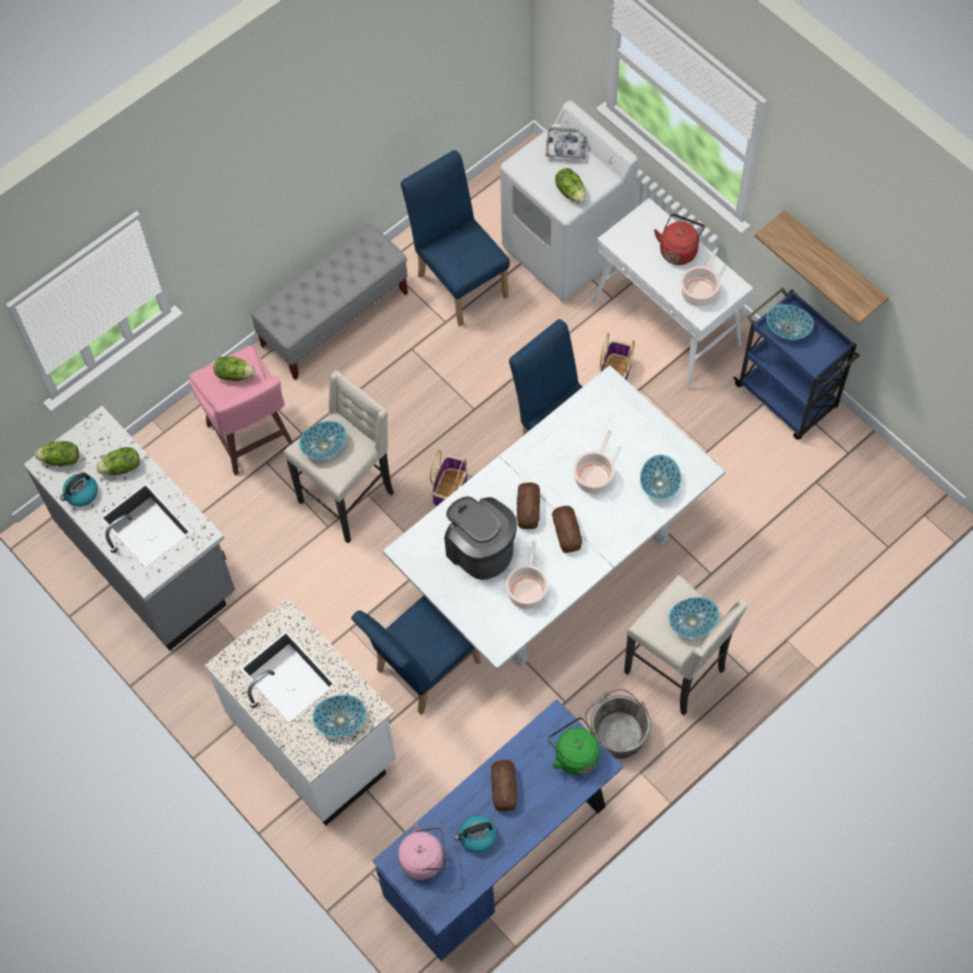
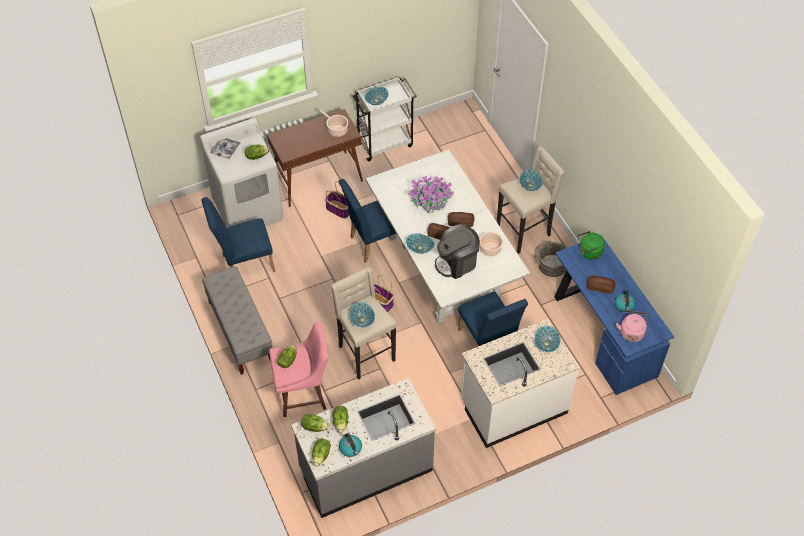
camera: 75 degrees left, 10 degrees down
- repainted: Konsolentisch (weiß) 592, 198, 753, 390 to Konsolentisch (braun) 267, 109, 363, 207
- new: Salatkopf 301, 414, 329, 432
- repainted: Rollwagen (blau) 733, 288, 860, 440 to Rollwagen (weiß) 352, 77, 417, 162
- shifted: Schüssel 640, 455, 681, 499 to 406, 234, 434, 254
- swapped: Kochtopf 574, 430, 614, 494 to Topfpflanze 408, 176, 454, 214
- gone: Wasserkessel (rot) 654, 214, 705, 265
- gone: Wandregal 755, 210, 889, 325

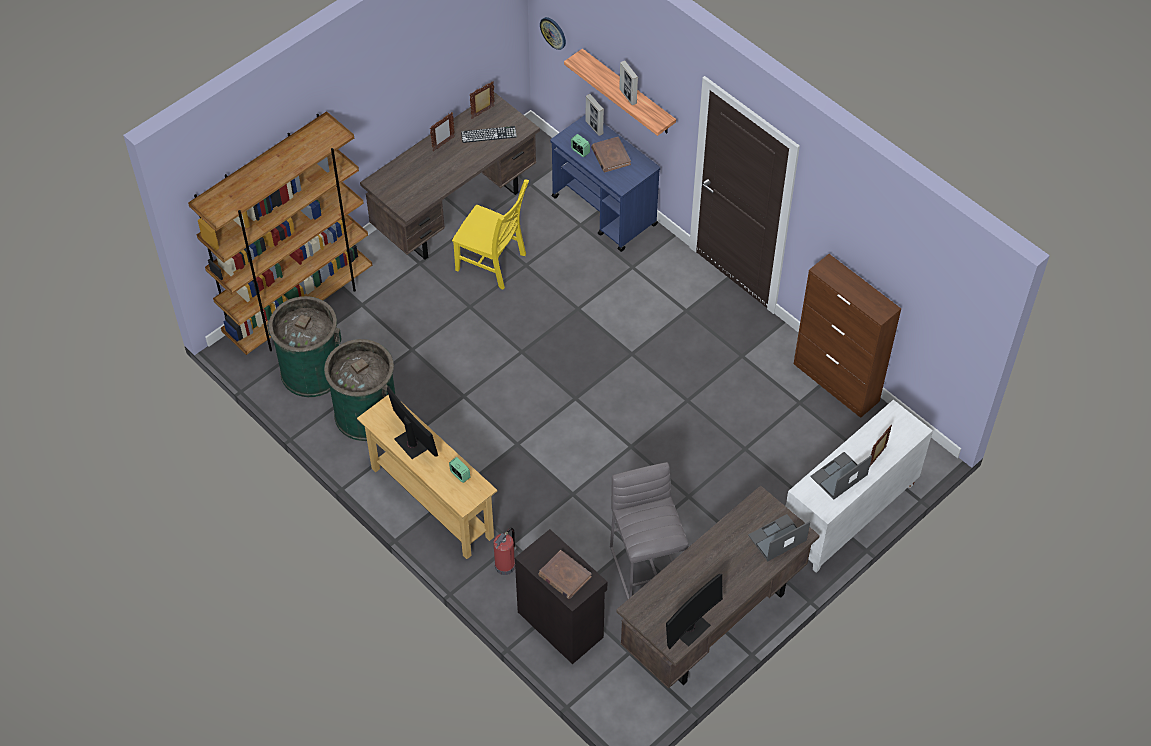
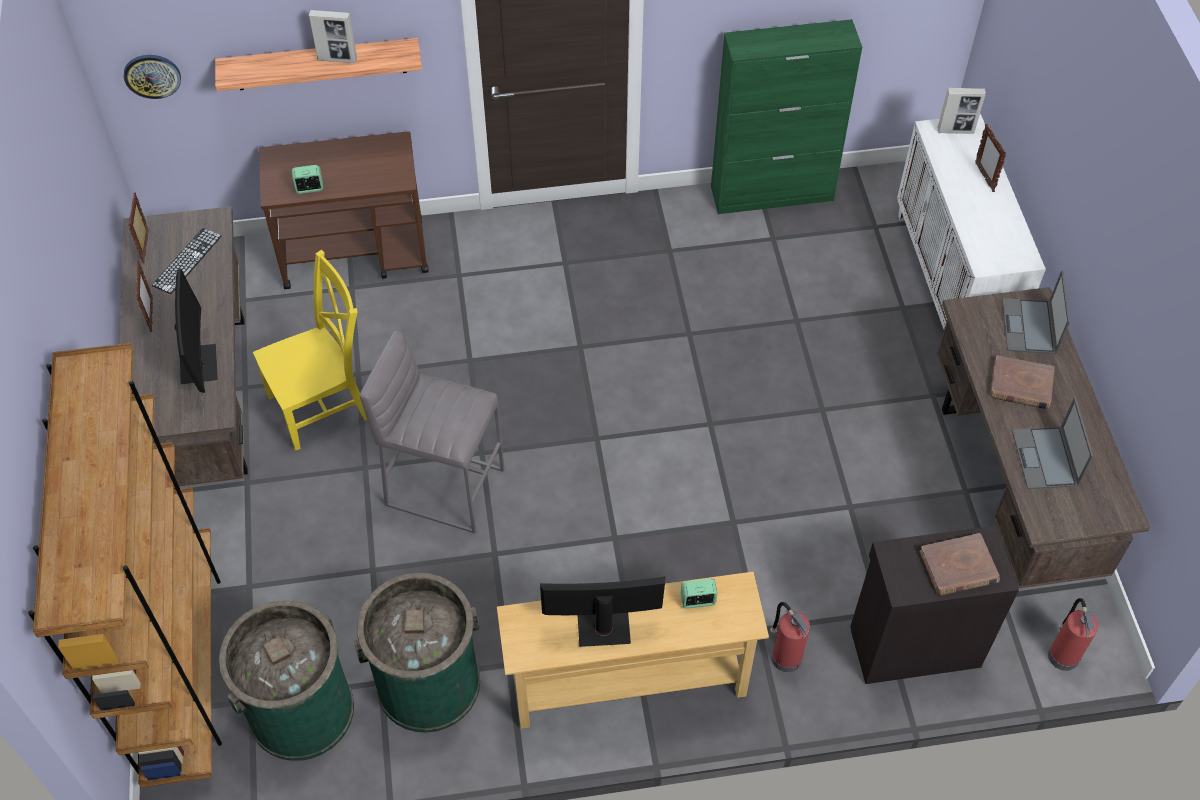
camera: 55 degrees left, 0 degrees up
- shifted: Monitor 666, 574, 723, 649 to 175, 268, 218, 393
- repainted: Rollwagen (blau) 550, 114, 660, 252 to Rollwagen (braun) 259, 131, 428, 289
- shifted: Hocker (grau) 610, 462, 689, 599 to 360, 330, 505, 533
- repainted: Schrank (braun) 794, 254, 901, 418 to Schrank (grün) 711, 19, 862, 214
- shifted: Bilderrahmen 586, 94, 604, 136 to 937, 88, 986, 134
- shifted: Buch (braun) 591, 137, 631, 172 to 990, 355, 1055, 409
- shifted: Laptop 810, 452, 872, 499 to 1012, 397, 1094, 489
- new: Feuerlöscher 1048, 598, 1098, 671

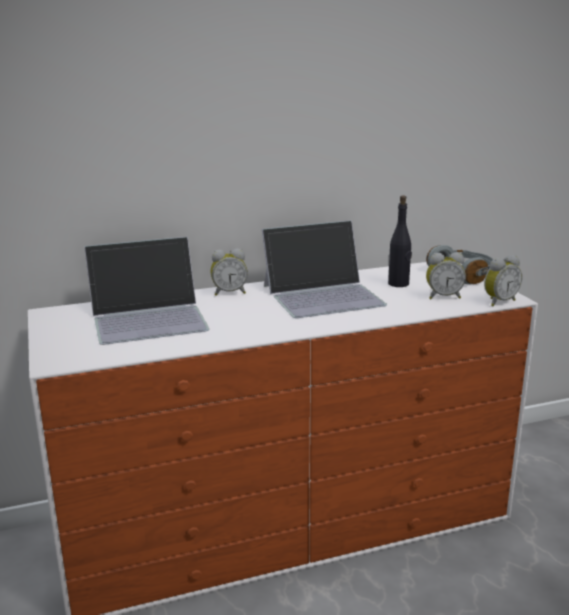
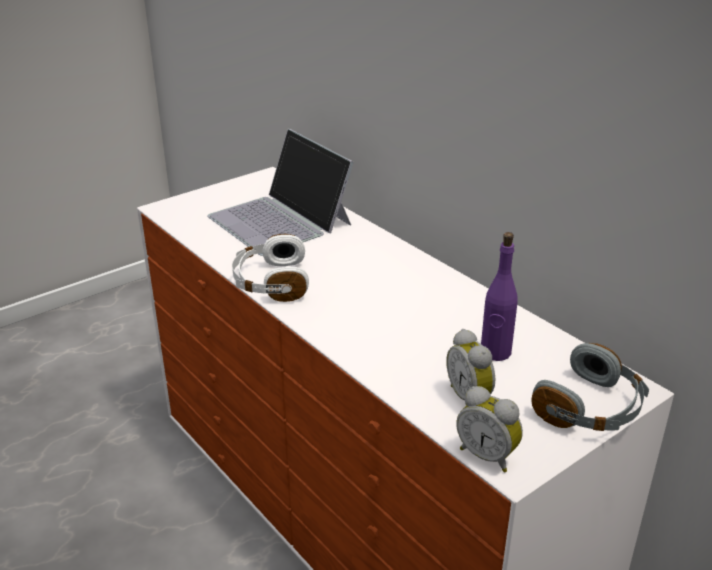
camera: 70 degrees right, 10 degrees up
- new: Kopfhörer (weiß) 232, 234, 309, 302
- repainted: Flasche (schwarz) 388, 196, 412, 287 to Flasche (lila) 481, 232, 518, 361
- gone: Wecker 211, 249, 248, 296
- gone: Laptop 262, 220, 387, 318

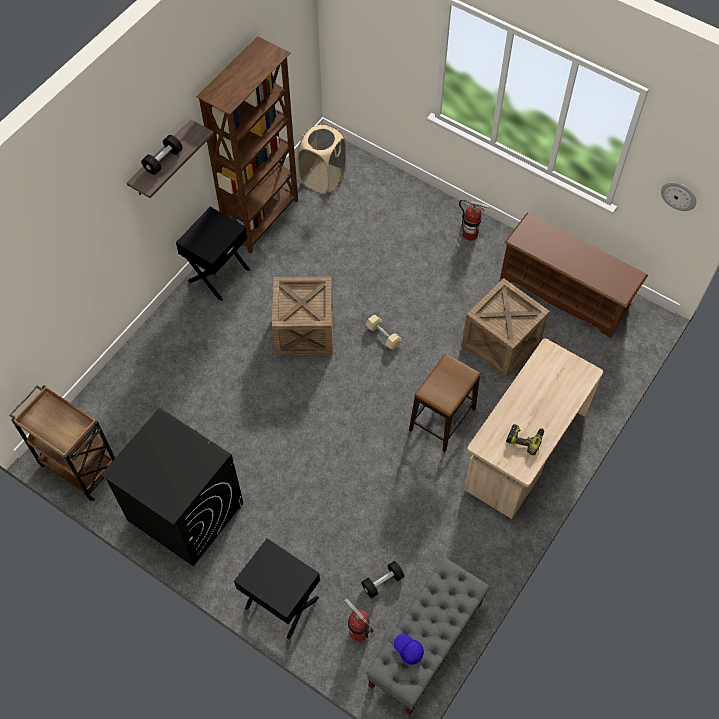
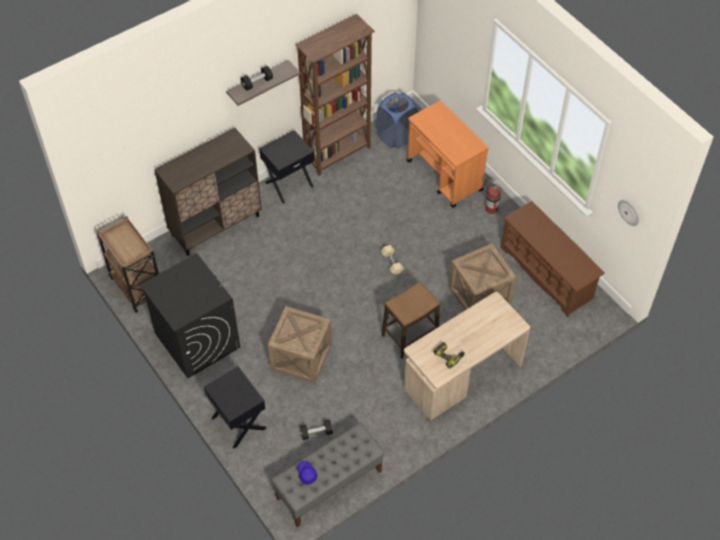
camera: 20 degrees right, 5 degrees down
- new: Schrank (braun) 154, 128, 262, 256
- shifted: Kiste 272, 277, 333, 356 to 268, 306, 332, 383
- repainted: Wäschekorb (beige) 297, 123, 347, 194 to Wäschekorb (blau) 376, 93, 418, 148
- new: Rollwagen (orange) 407, 101, 489, 208
- gone: Feuerlöscher 344, 598, 373, 642

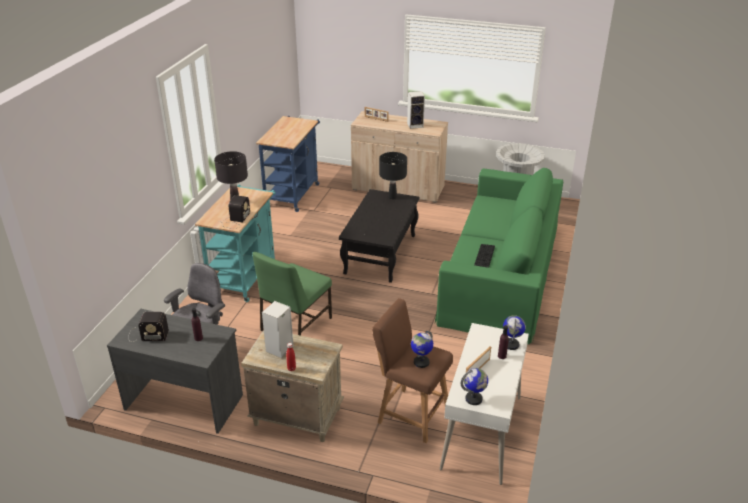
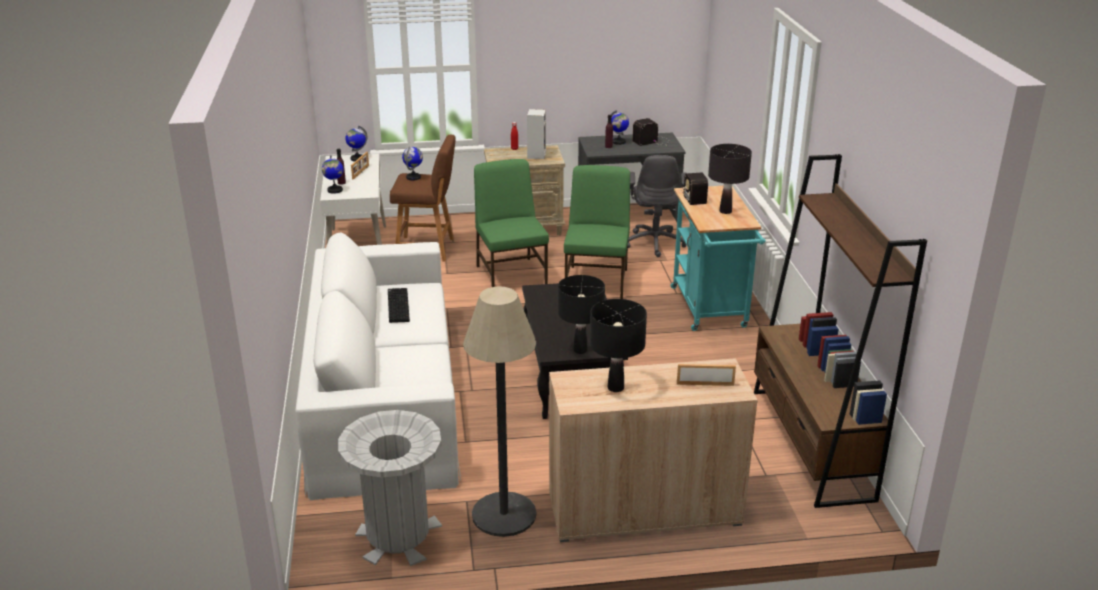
camera: 155 degrees right, 5 degrees down
- repainted: Sofa (grün) 435, 168, 563, 345 to Sofa (weiß) 295, 233, 461, 500
- new: Stehlampe 463, 286, 536, 537
- new: Stuhl (grün) 474, 159, 549, 287
- swapped: Lautsprecher 407, 91, 425, 129 to Tischlampe (schwarz) 590, 299, 647, 392
- new: Globus 611, 110, 629, 145
- swapped: Rollwagen (blau) 256, 116, 320, 212 to Bücherregal (braun) 754, 154, 927, 508

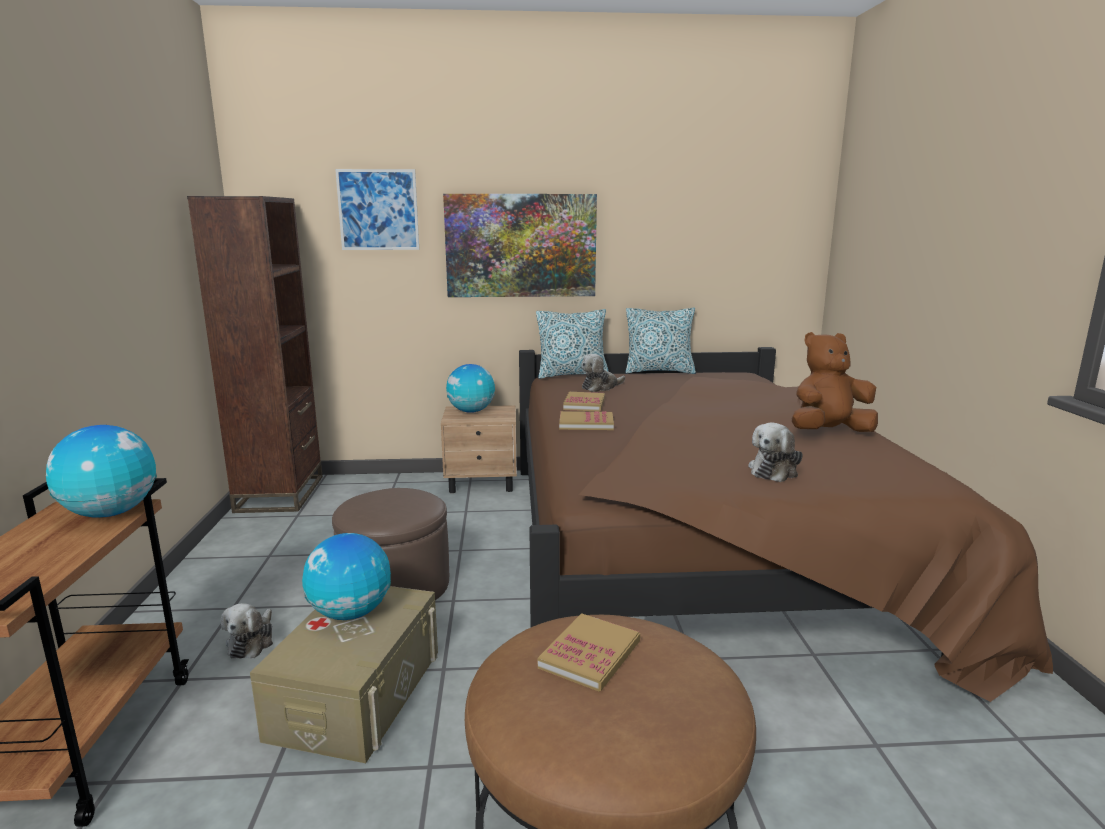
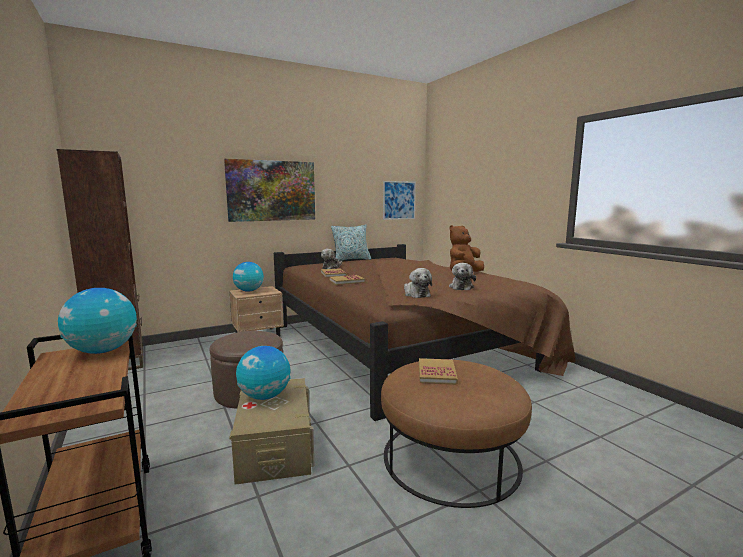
camera: 25 degrees left, 5 degrees down
- shifted: Bild 335, 169, 419, 250 to 383, 181, 416, 220
- shifted: Plüschtier 221, 603, 273, 659 to 404, 268, 432, 298
- gone: Kissen 536, 309, 609, 379

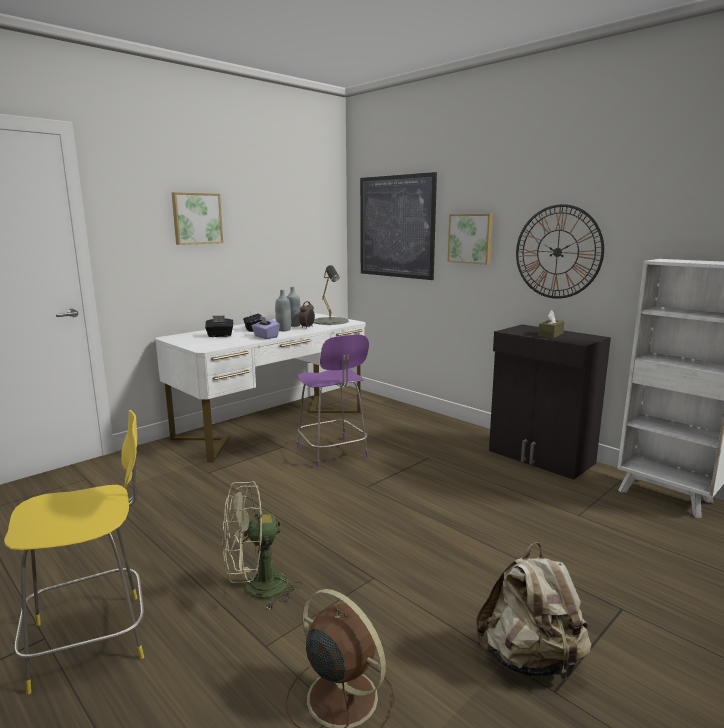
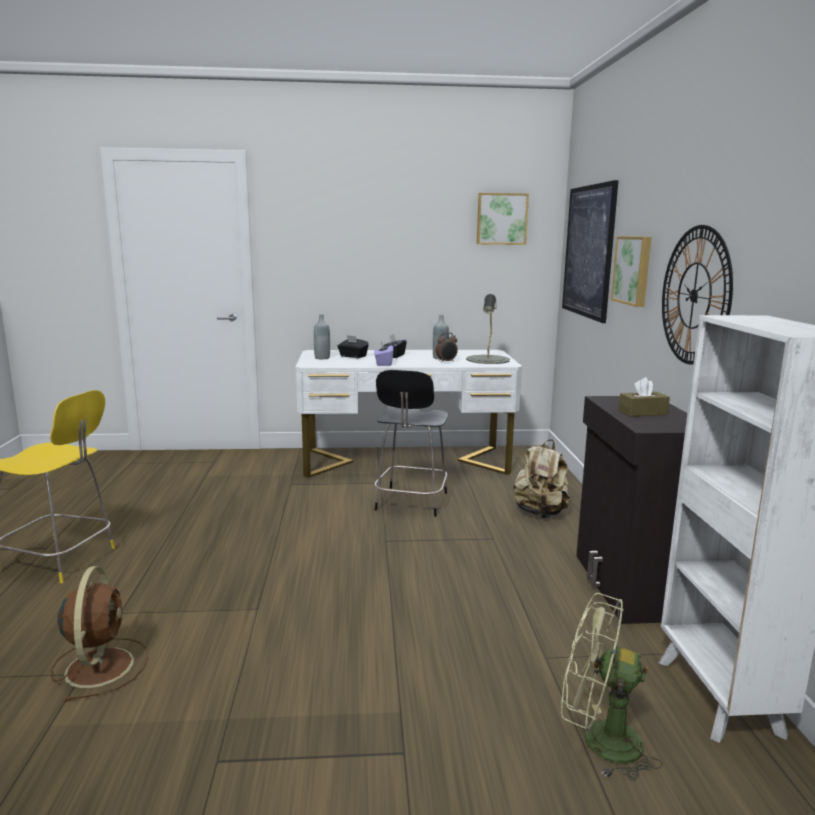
camera: 40 degrees right, 0 degrees up
- shifted: Flasche (grau) 275, 290, 291, 331 to 314, 314, 330, 359
- repainted: Stuhl (lila) 297, 334, 369, 468 to Stuhl (schwarz) 374, 370, 448, 517
- shifted: Bild 172, 192, 223, 245 to 477, 193, 529, 245
- shifted: Rucksack (beige) 476, 542, 592, 682 to 513, 439, 571, 518
- shifted: Ventilator (grün) 222, 481, 302, 610 to 561, 593, 662, 780

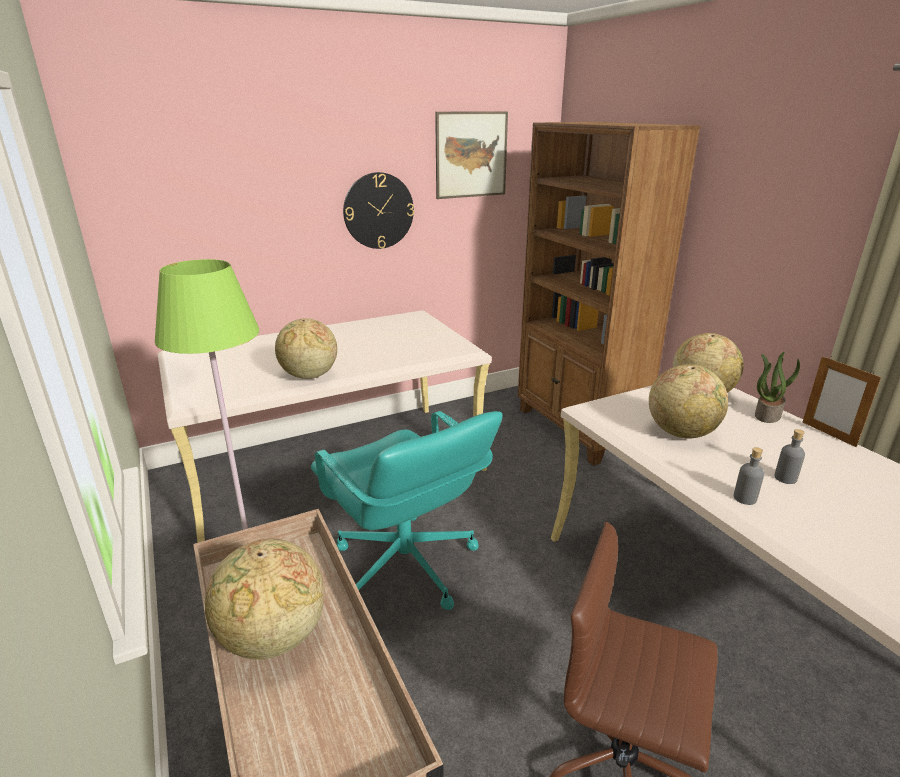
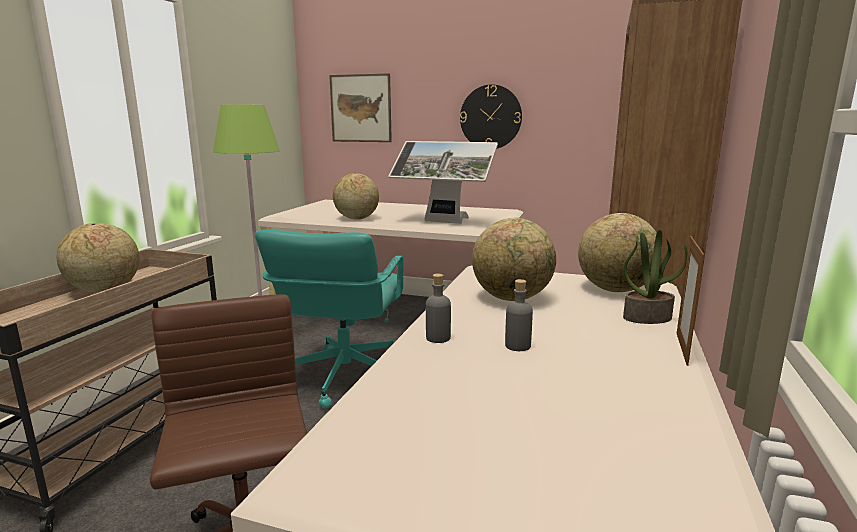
camera: 45 degrees right, 10 degrees down
- shifted: Bild 435, 111, 508, 199 to 329, 73, 392, 142
- new: Monitor 388, 141, 498, 224

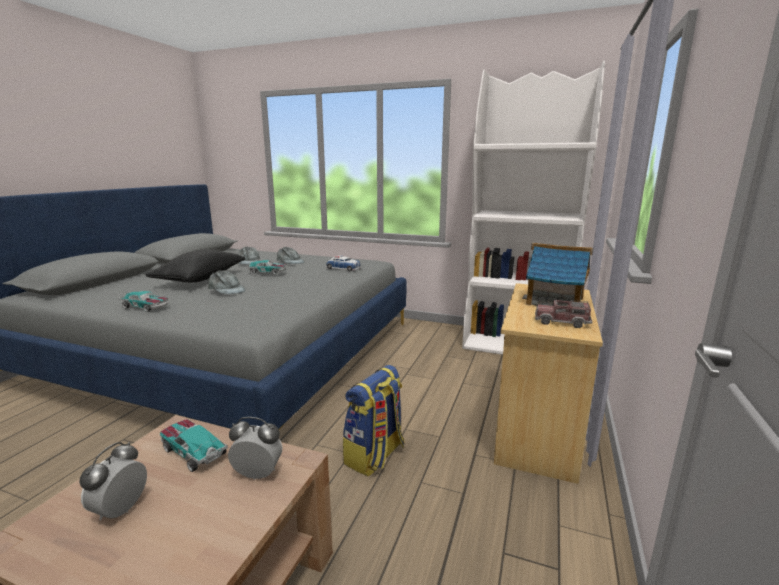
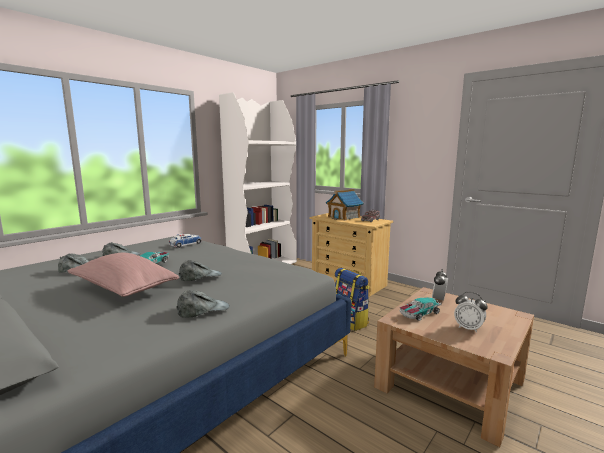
camera: 70 degrees left, 5 degrees down
- repainted: Kissen (schwarz) 145, 249, 245, 282 to Kissen (rosa) 68, 253, 179, 297
- swapped: Spielzeugauto 119, 291, 169, 312 to Kappe (grau) 176, 290, 230, 318

